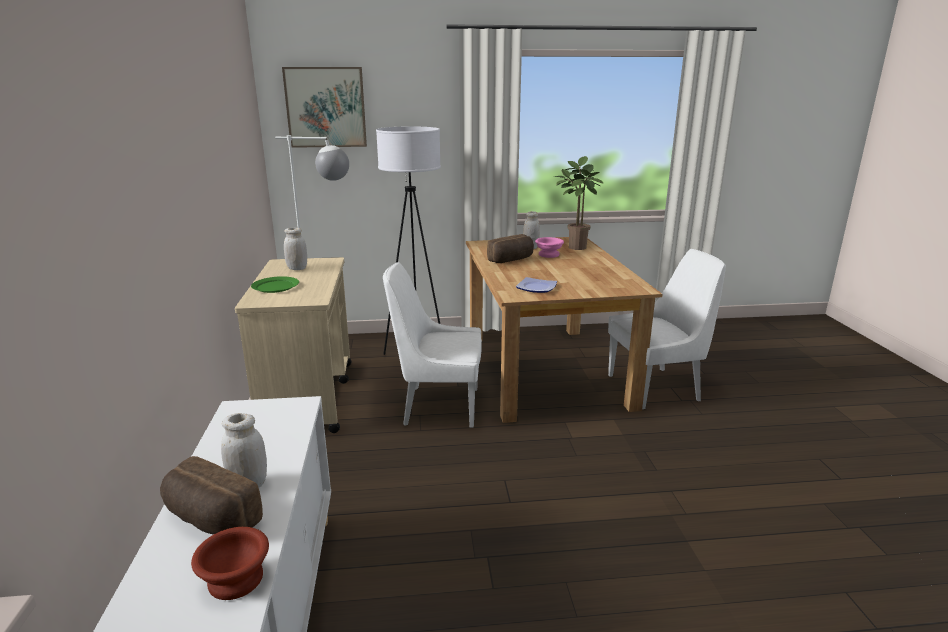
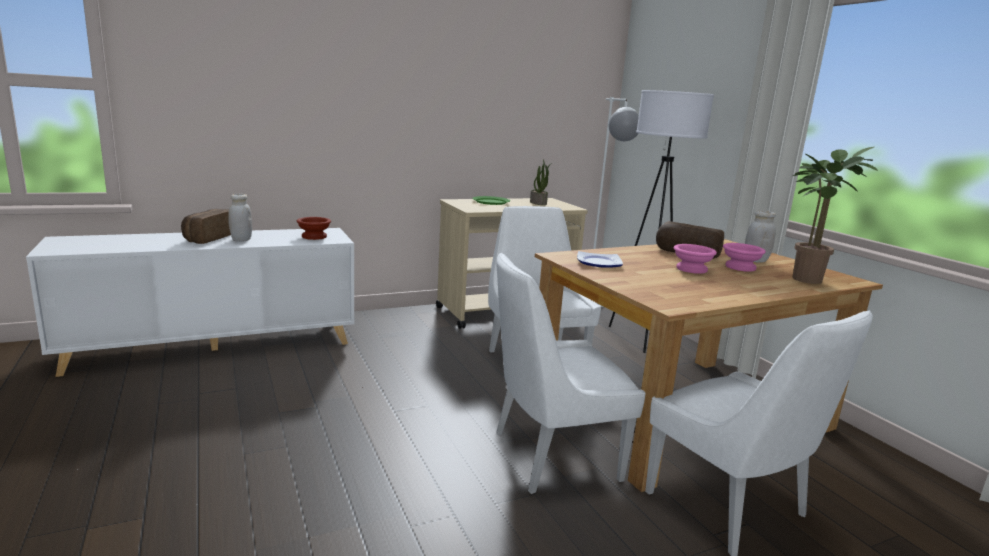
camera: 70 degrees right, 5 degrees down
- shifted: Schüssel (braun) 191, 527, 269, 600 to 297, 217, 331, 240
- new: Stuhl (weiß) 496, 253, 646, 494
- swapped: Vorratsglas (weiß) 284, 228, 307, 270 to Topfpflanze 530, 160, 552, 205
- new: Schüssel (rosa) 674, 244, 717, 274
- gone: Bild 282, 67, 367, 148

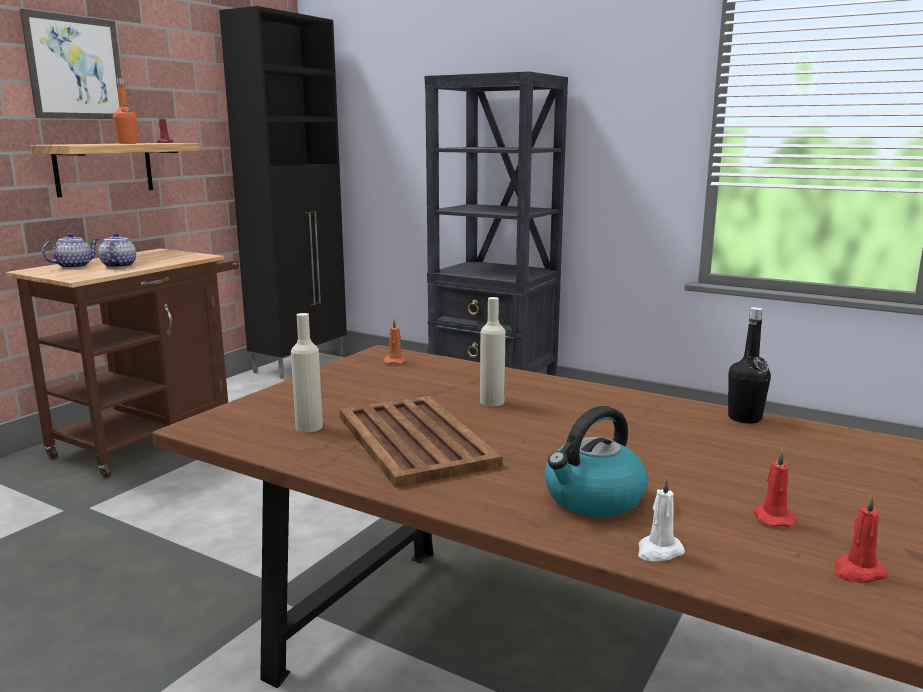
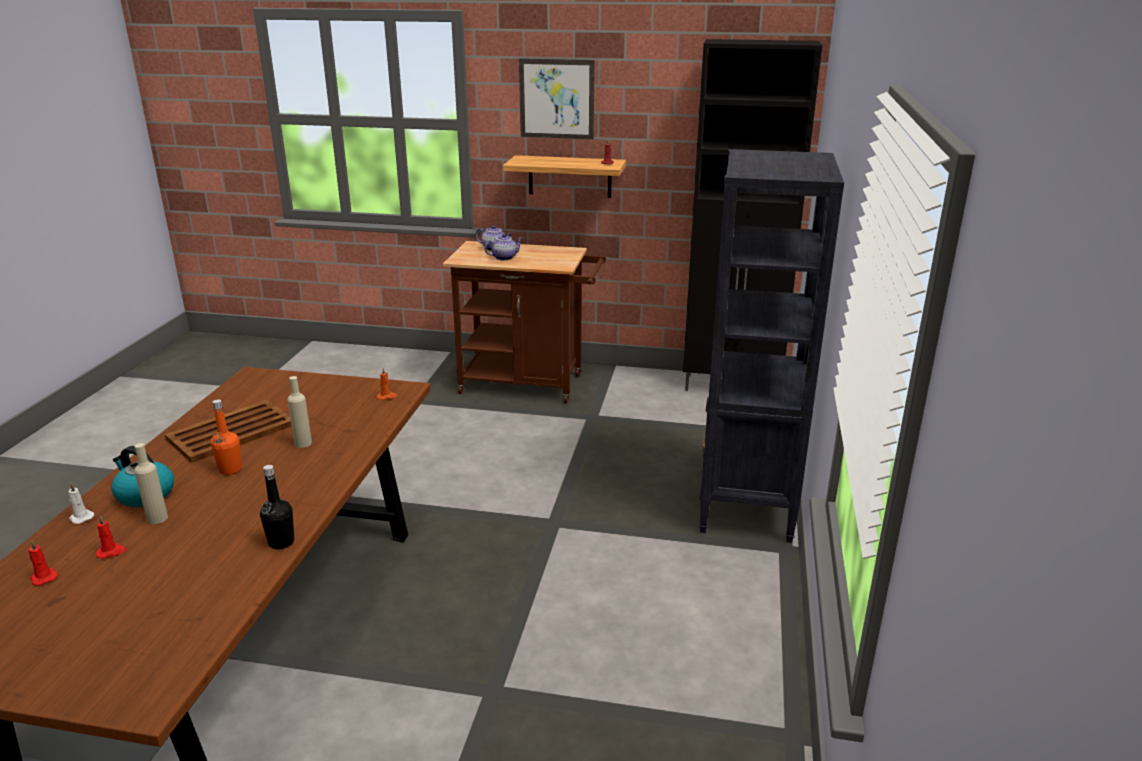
camera: 70 degrees right, 10 degrees up
- shifted: Flasche (beige) 291, 313, 323, 432 to 134, 443, 168, 524
- shifted: Flasche (orange) 113, 78, 137, 144 to 211, 399, 242, 475

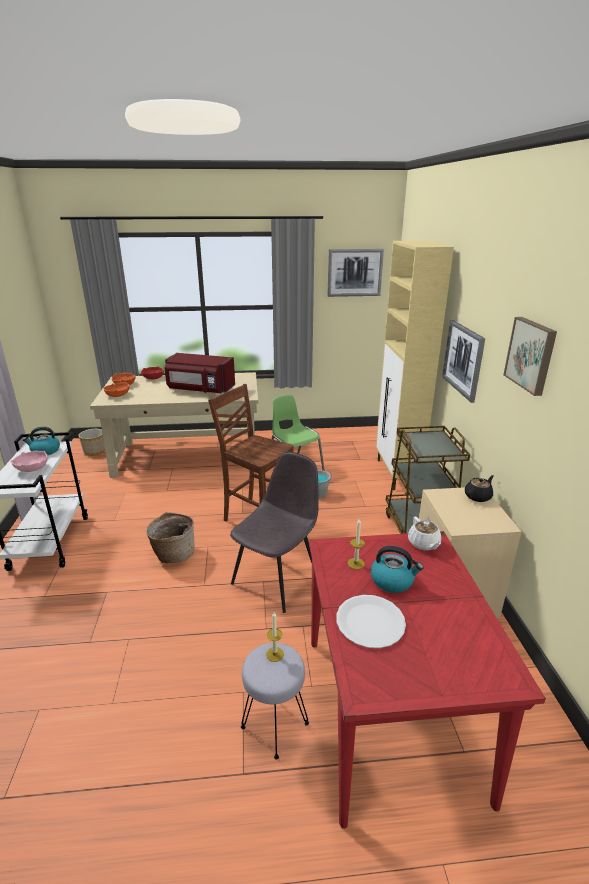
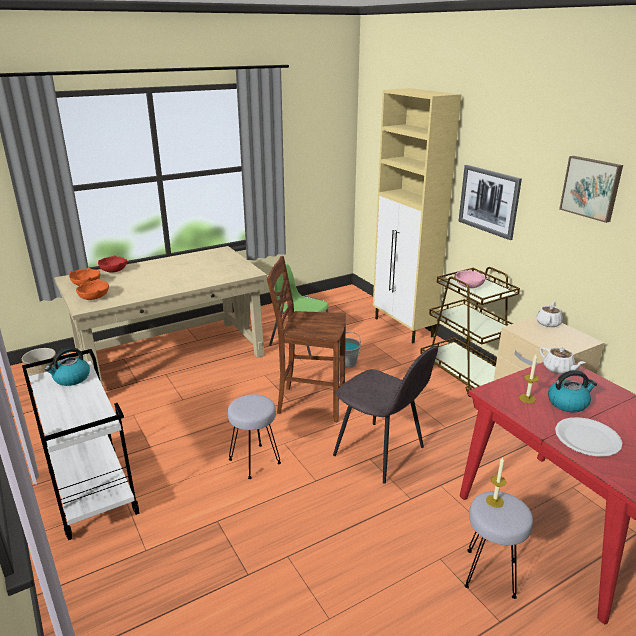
camera: 25 degrees left, 0 degrees up
- swapped: Korb 146, 512, 195, 563 to Hocker (grau) 228, 394, 281, 479
- rotated: Stuhl (grau) 230, 452, 319, 613 = 333, 346, 438, 483 120 degrees clockwise
- shifted: Schüssel (rosa) 11, 451, 48, 472 to 455, 269, 486, 288
- repainted: Teekanne (schwarz) 465, 475, 494, 502 to Teekanne (weiß) 536, 302, 563, 327
- gone: Mikrowelle (rot) 165, 353, 235, 394
- gone: Bild 327, 249, 384, 297

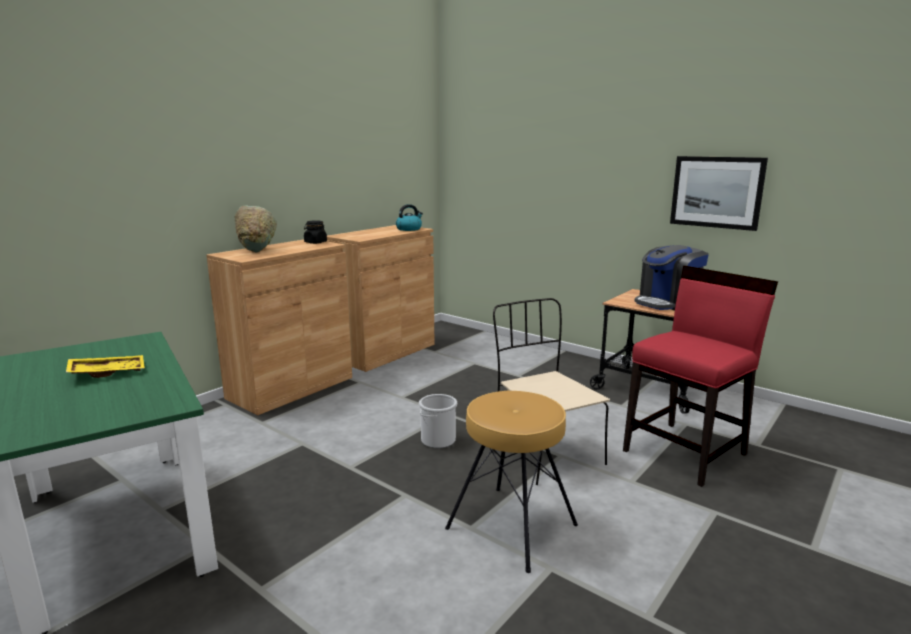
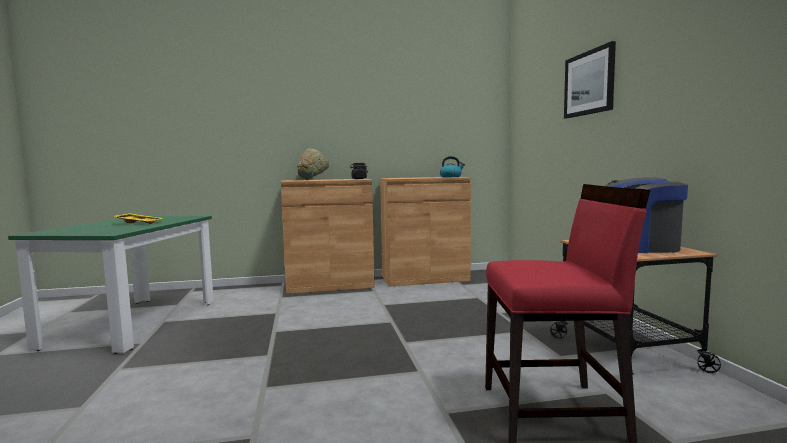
camera: 40 degrees right, 10 degrees down
- shifted: Bild 670, 156, 768, 231 to 564, 41, 616, 118
- gone: Eimer 419, 394, 457, 449
- gone: Hocker (braun) 445, 391, 578, 573
- gone: Stuhl (beige) 493, 298, 610, 485

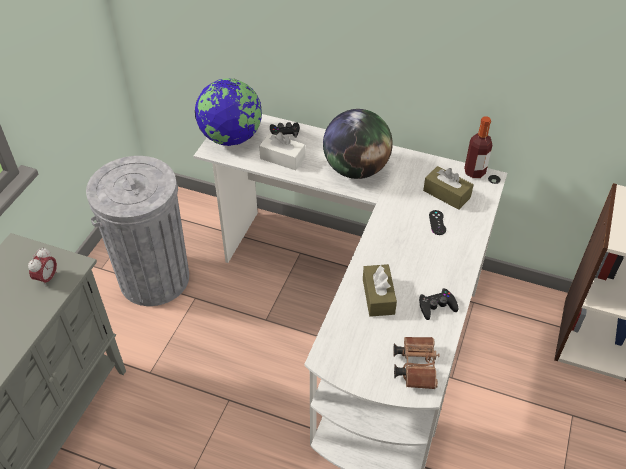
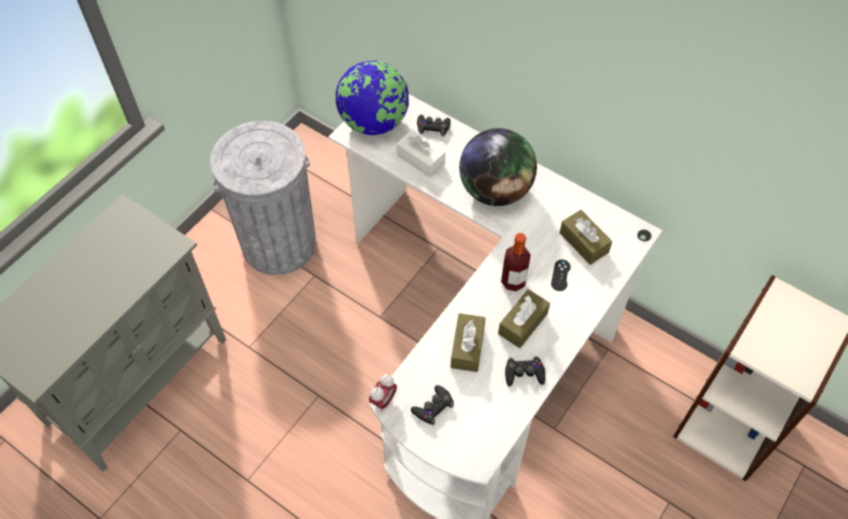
camera: 15 degrees right, 10 degrees up
- shifted: Wecker 28, 247, 57, 287 to 369, 374, 397, 412
- new: Gamepad (schwarz) 411, 385, 454, 425
- new: Taschentuchbox (braun) 498, 289, 550, 348
- shifted: Flasche 464, 117, 492, 178 to 501, 233, 531, 291
- gone: Fernglas (braun) 393, 337, 439, 389

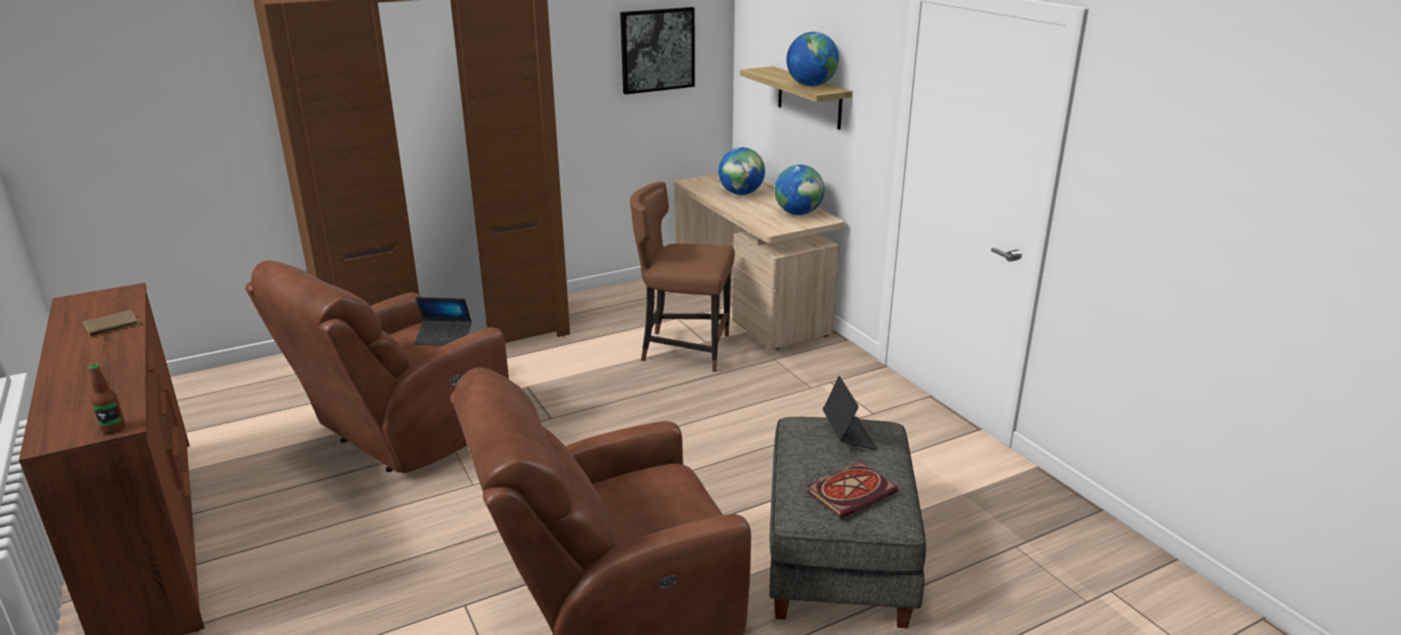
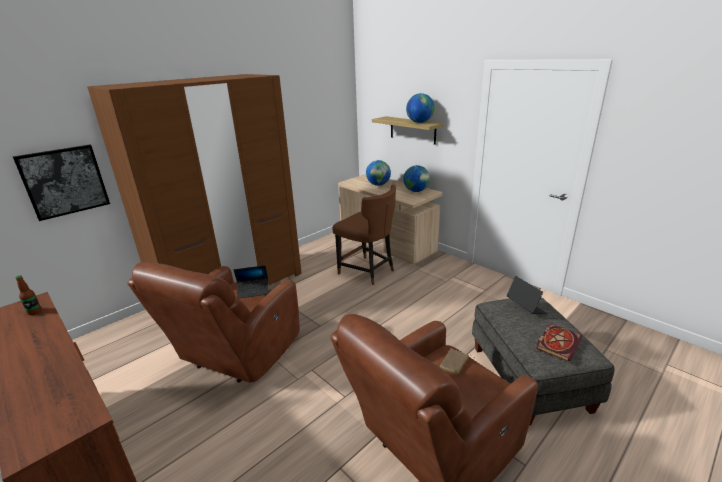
camera: 15 degrees left, 0 degrees up
- shifted: Bild 620, 7, 695, 95 to 13, 145, 110, 221
- shifted: Flasche 88, 364, 125, 434 to 15, 275, 42, 315
- rotated: Stuhl (braun) 630, 182, 735, 372 = 332, 185, 396, 285 135 degrees counterclockwise
- shifted: Buch (braun) 82, 310, 140, 337 to 440, 349, 473, 375

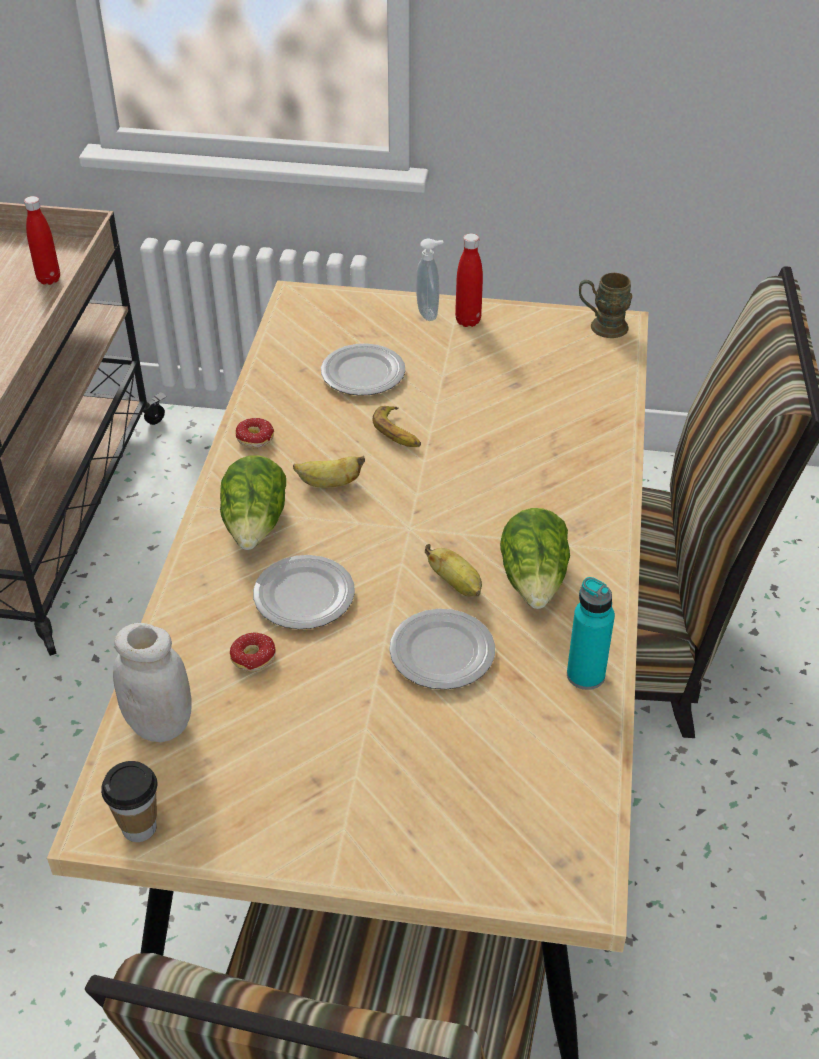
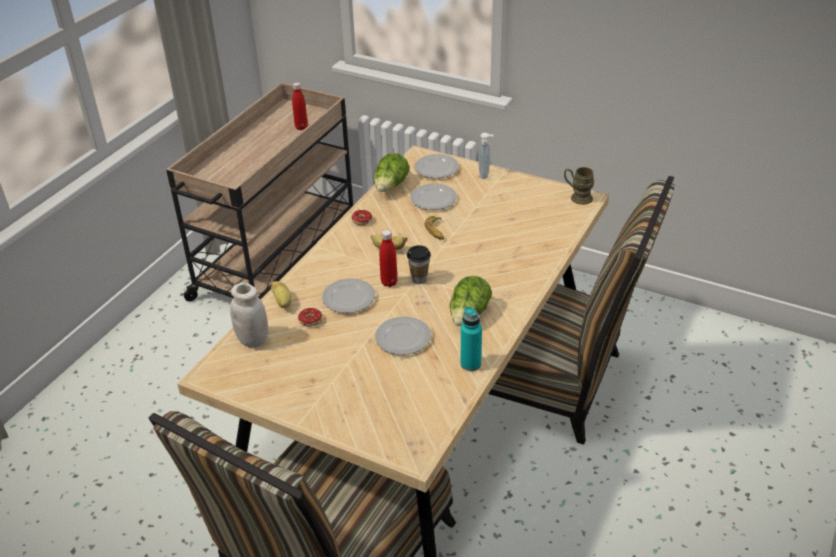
camera: 20 degrees right, 5 degrees down
- shifted: Banane 425, 544, 482, 597 to 270, 278, 291, 308
- shifted: Salatkopf 220, 455, 286, 550 to 374, 153, 409, 192
- shifted: Flasche (rot) 455, 233, 483, 327 to 379, 230, 397, 287
- shifted: Tasse 101, 761, 157, 842 to 407, 245, 431, 284
- new: Teller 414, 154, 459, 178

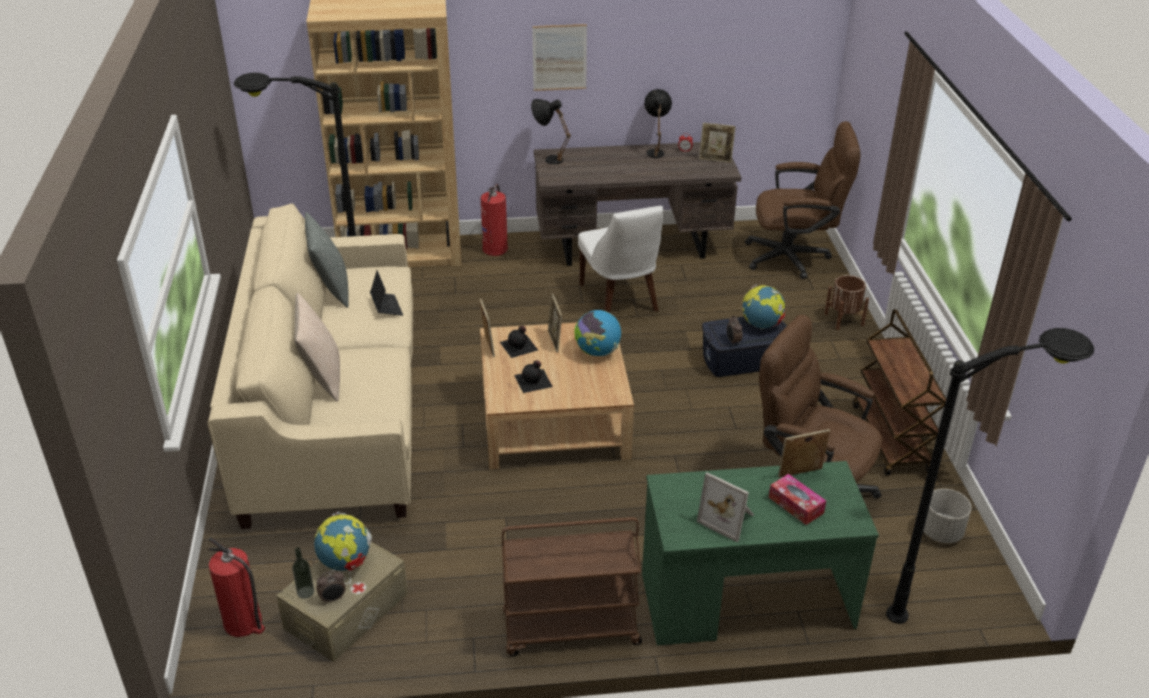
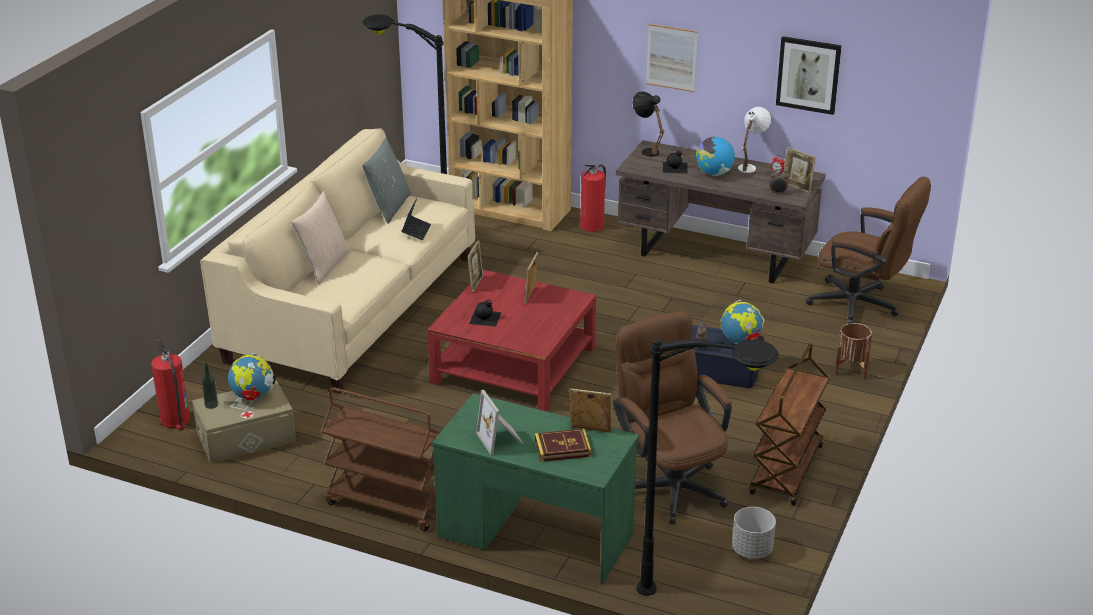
camera: 30 degrees right, 5 degrees down
- repainted: Couchtisch (beige) 480, 323, 634, 469 to Couchtisch (rot) 427, 270, 596, 411
- swapped: Taschentuchbox 769, 474, 826, 525 to Buch 535, 429, 591, 462
- shifted: Flasche (schwarz) 500, 326, 538, 358 to 663, 150, 688, 173
- shifted: Globus 574, 310, 621, 356 to 696, 137, 735, 176
- repainted: Tischlampe (schwarz) 644, 89, 672, 158 to Tischlampe (weiß) 738, 107, 771, 173
- shifted: Wecker 316, 570, 346, 604 to 769, 169, 789, 194
- new: Bild 776, 36, 842, 115
- gone: Stuhl (weiß) 578, 206, 664, 313

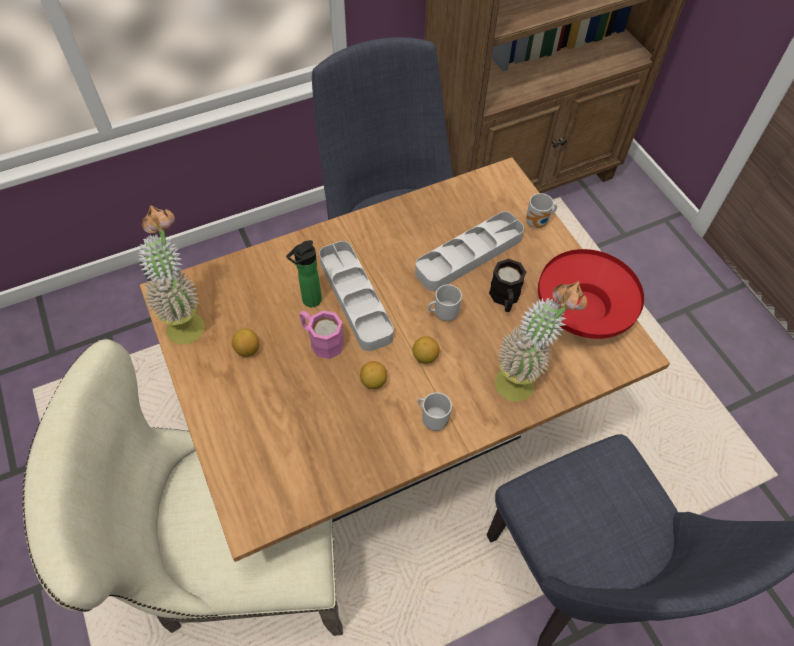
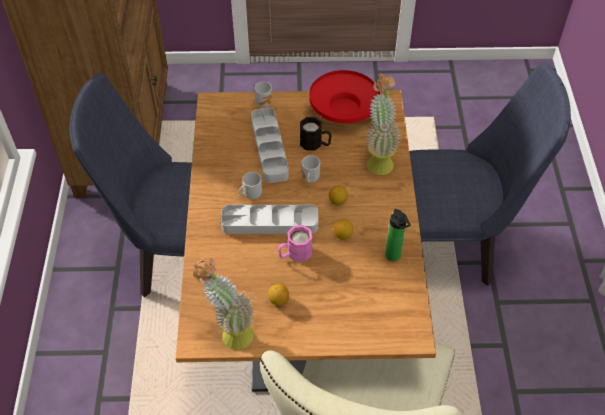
camera: 65 degrees left, 5 degrees down
- shifted: Henkelbecher 418, 392, 452, 431 to 239, 172, 262, 199
- shifted: Flasche 286, 240, 322, 307 to 385, 209, 411, 261

